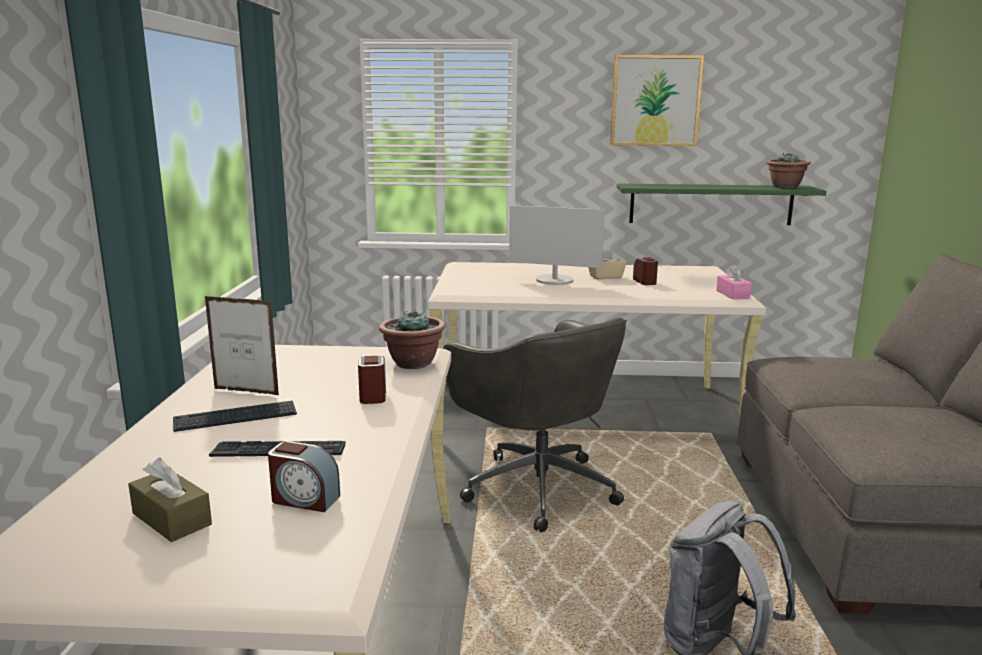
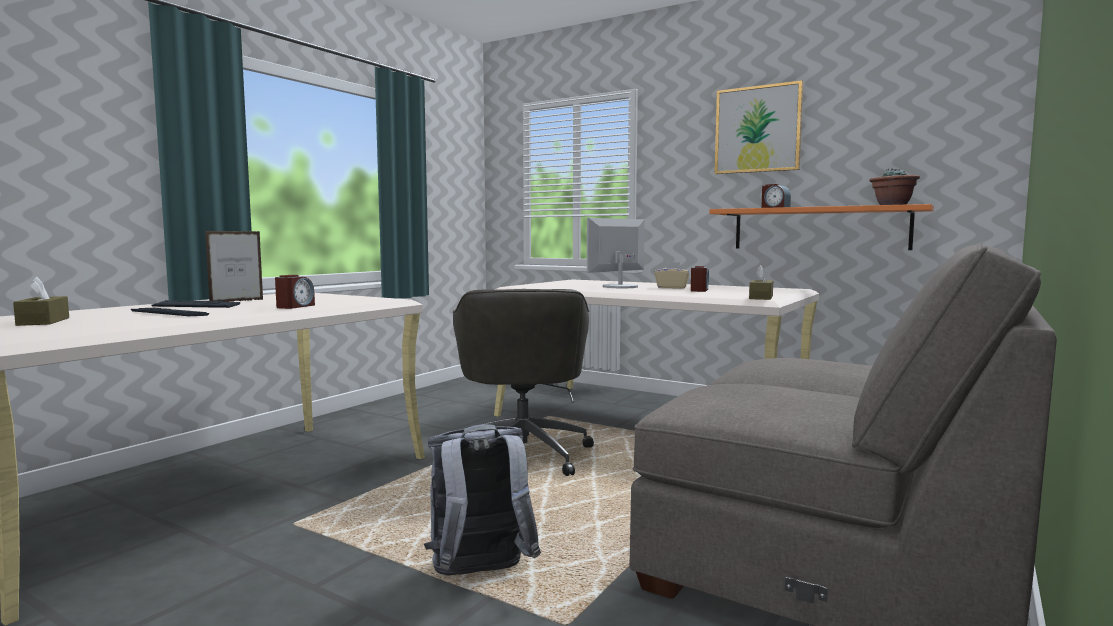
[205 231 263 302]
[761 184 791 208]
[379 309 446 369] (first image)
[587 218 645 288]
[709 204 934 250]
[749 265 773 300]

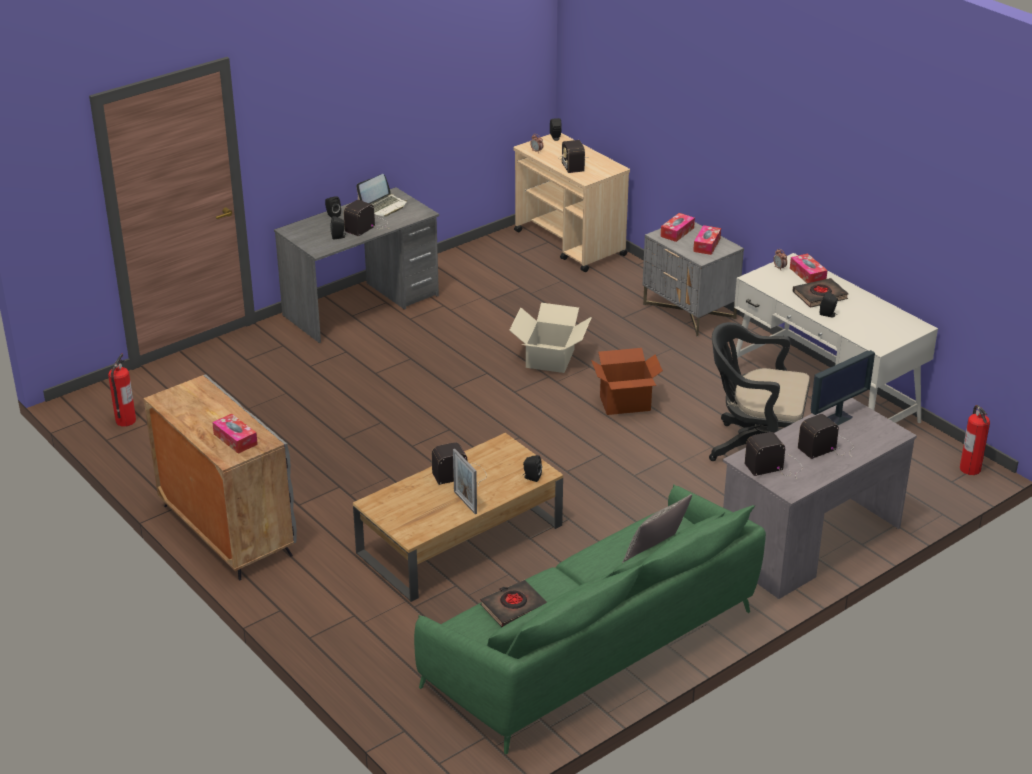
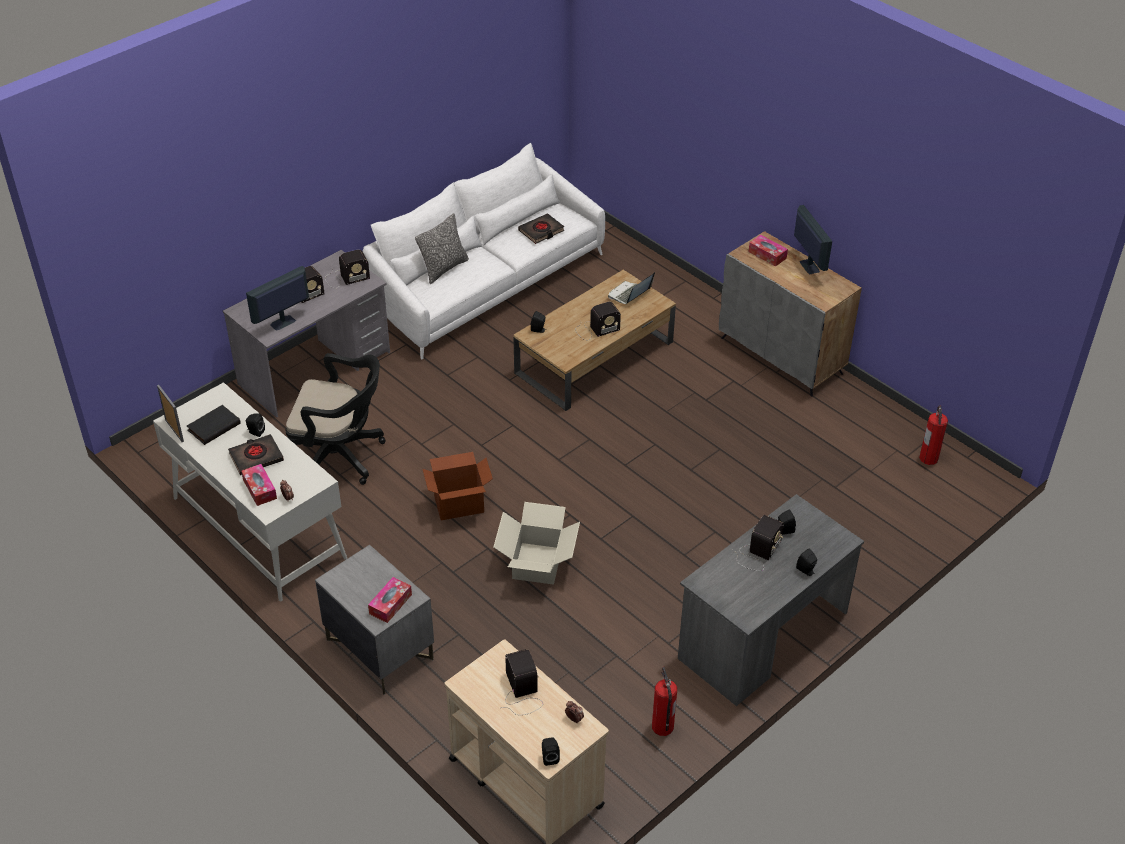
[608 272 655 304]
[363 143 605 359]
[157 385 184 442]
[693 225 721 255] (first image)
[652 667 677 736]
[187 405 241 445]
[794 205 832 274]

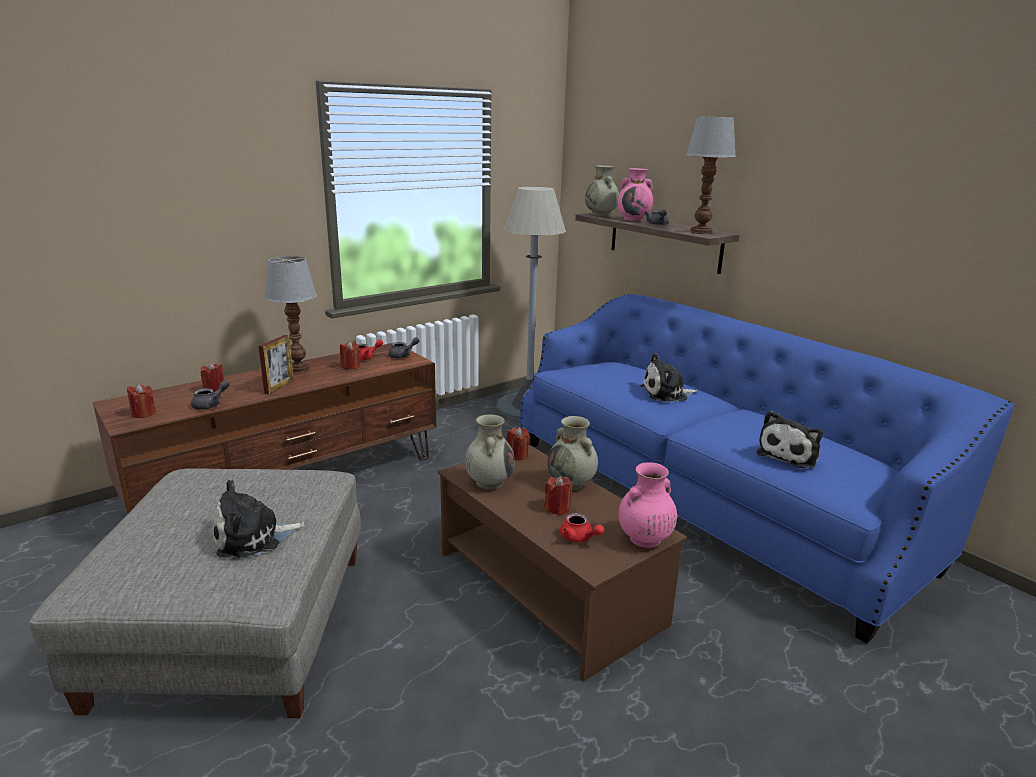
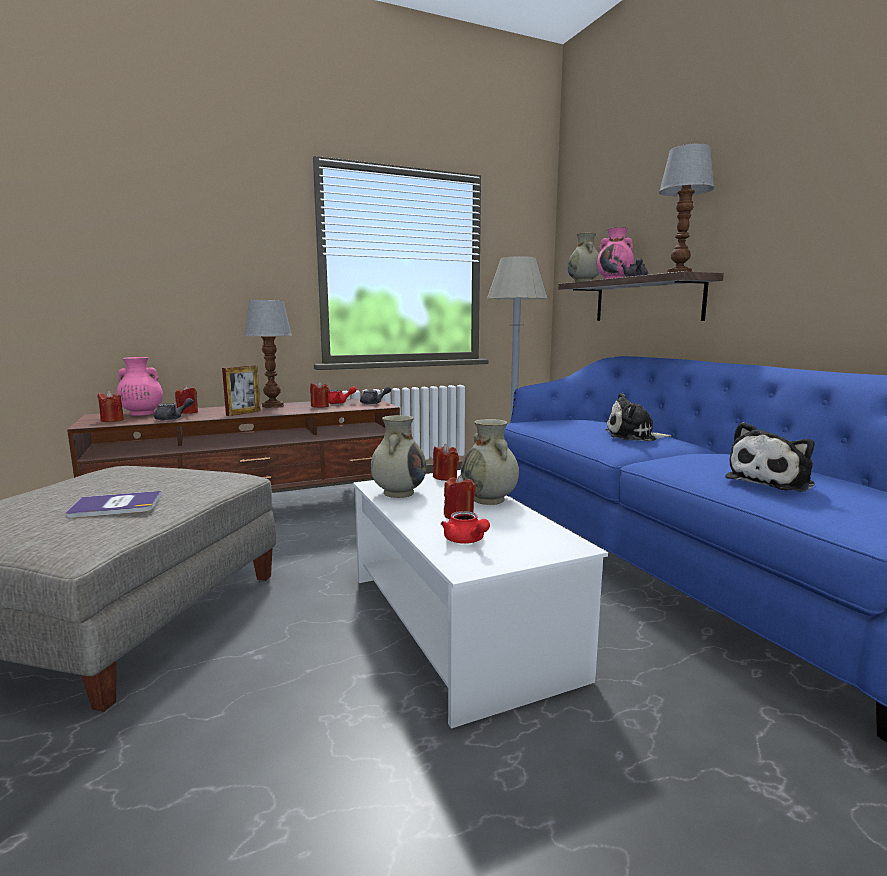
[66 491 161 518]
[353 470 608 729]
[117 357 163 416]

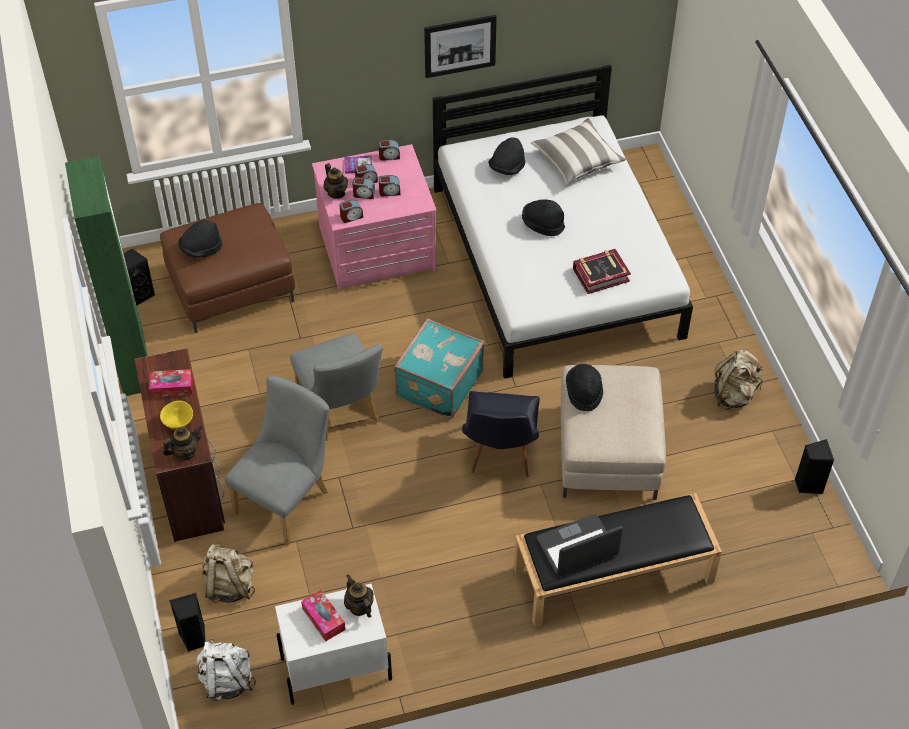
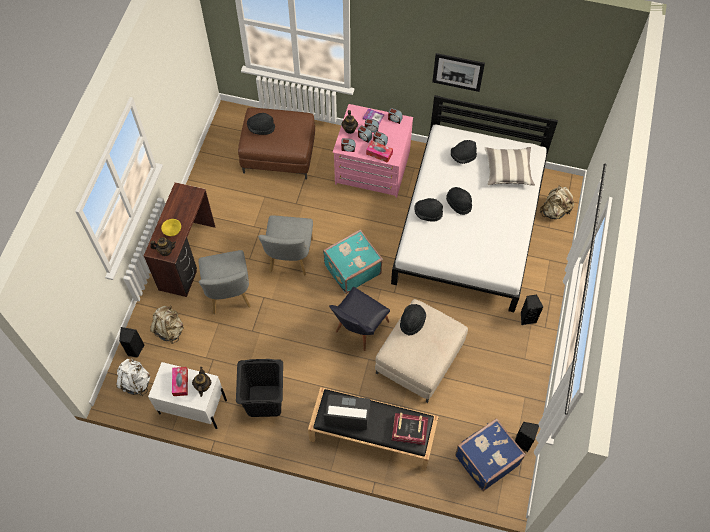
[65 157 148 396] (first image)
[521 294 543 325]
[366 141 393 163]
[199 250 251 314]
[392 413 428 445]
[540 186 575 219]
[236 359 283 417]
[414 198 443 222]
[455 418 526 491]

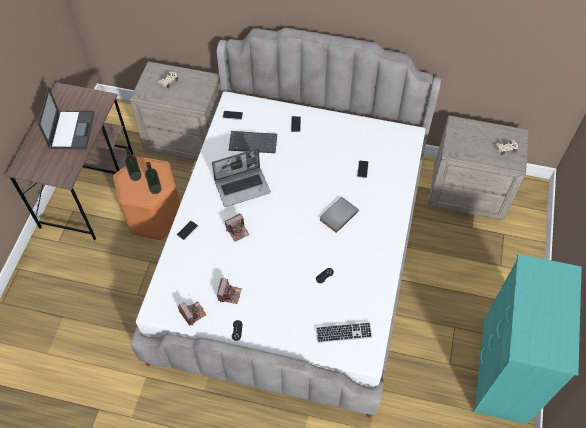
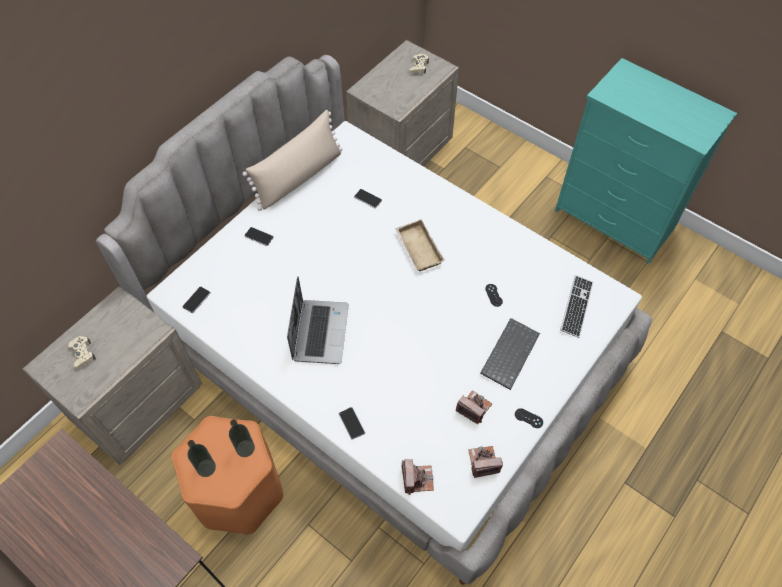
[38 86 94 150] (first image)
[402 459 434 495]
[480 318 540 390]
[395 219 445 271]
[242 110 342 211]

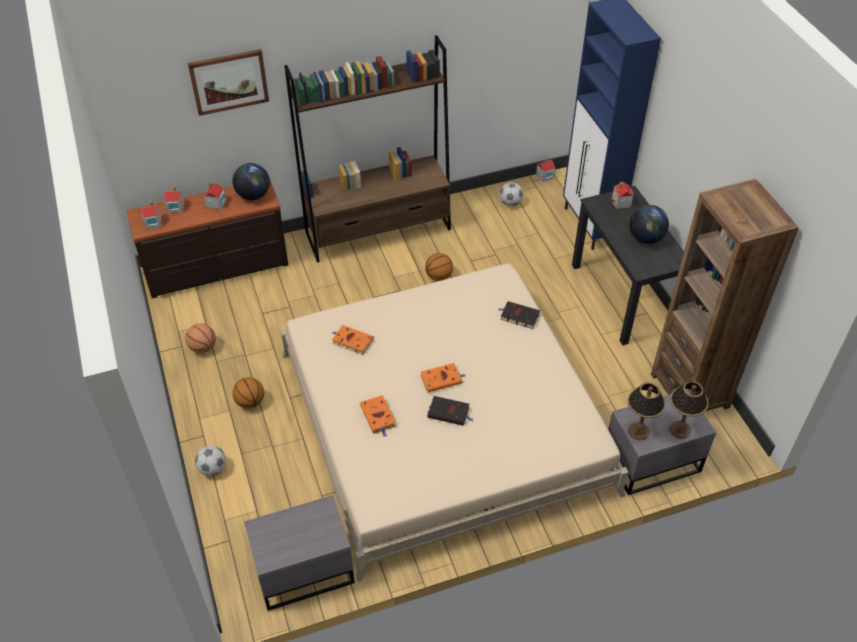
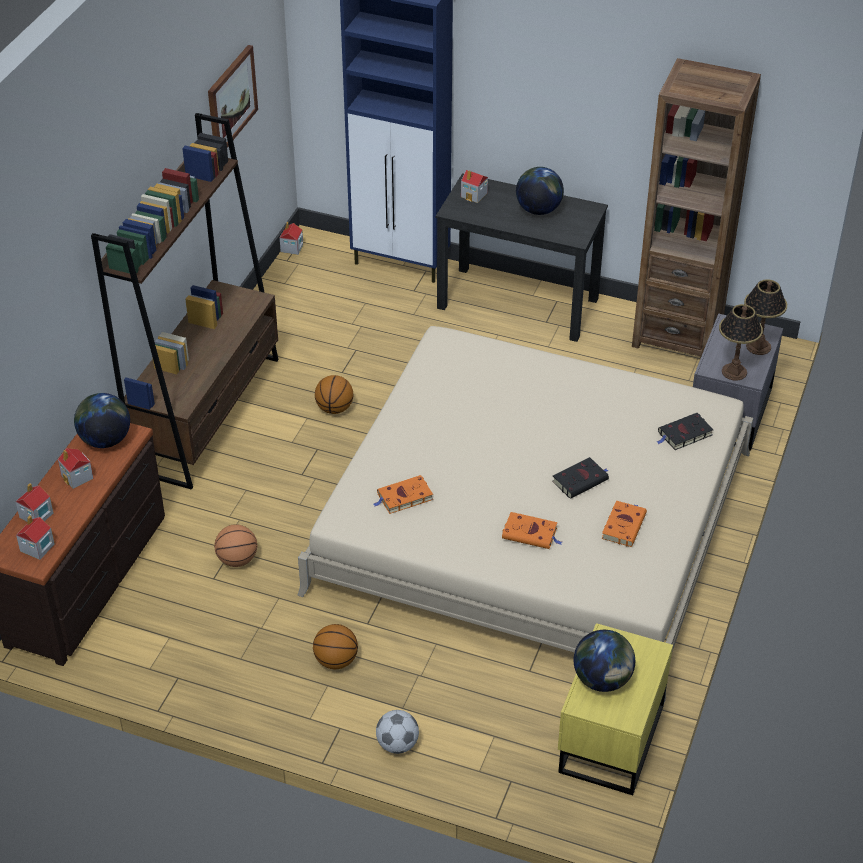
[214 524 257 567]
[208 45 258 147]
[558 623 673 795]
[602 501 647 547]
[657 413 714 450]
[499 182 523 206] (first image)
[574 630 635 692]

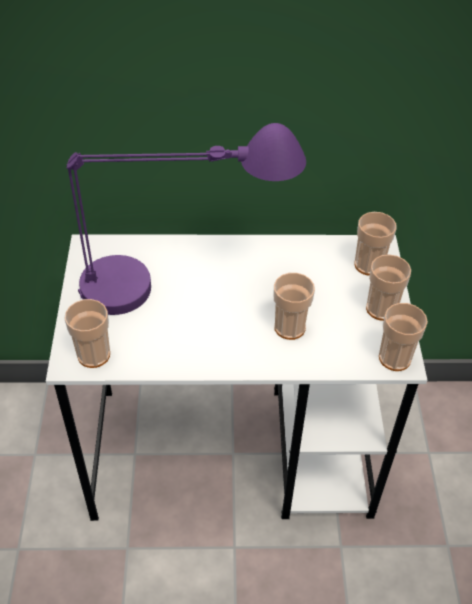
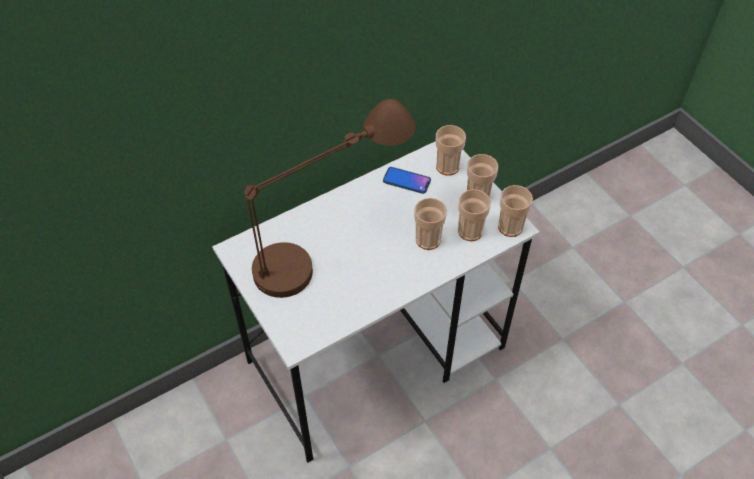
[458 189 491 241]
[245 99 415 298]
[383 167 431 194]

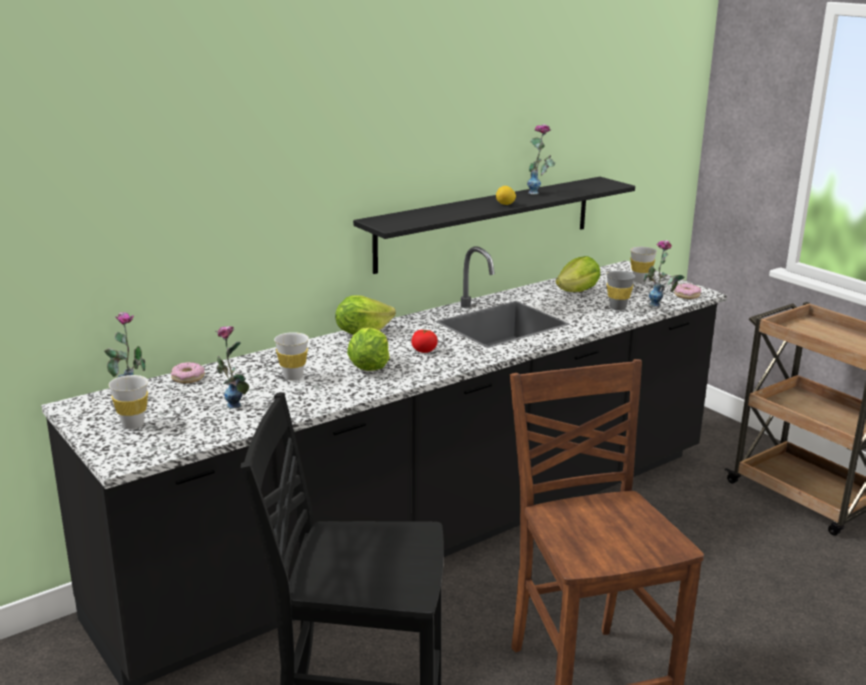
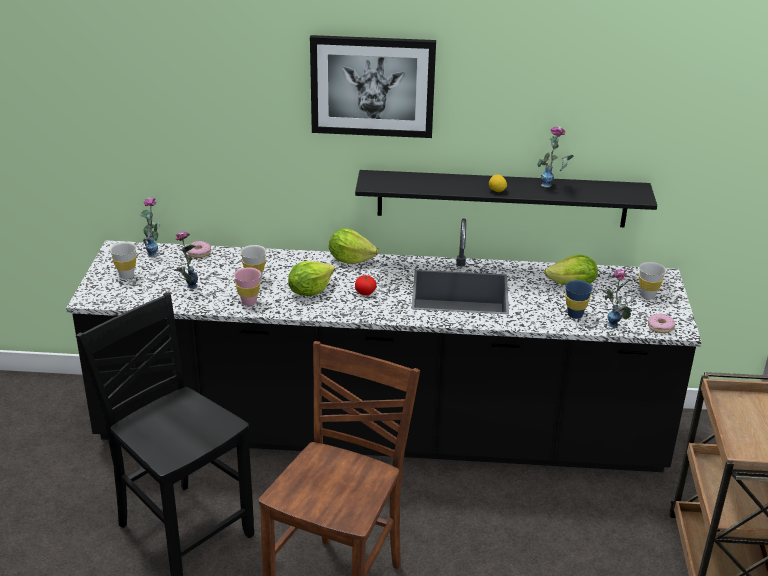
[565 280 593 319]
[234 267 261 306]
[310 35 436 138]

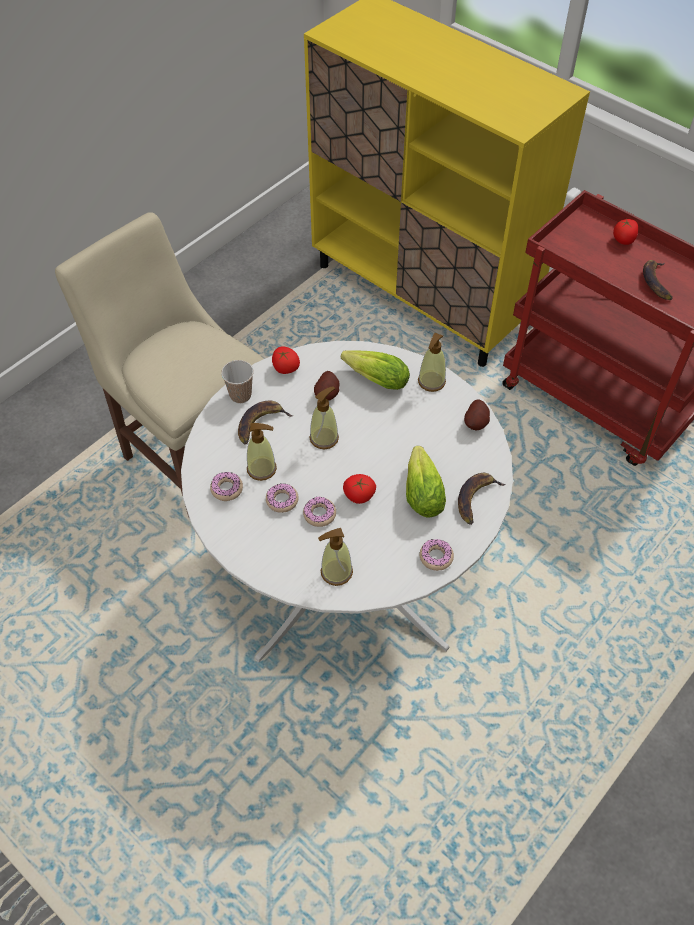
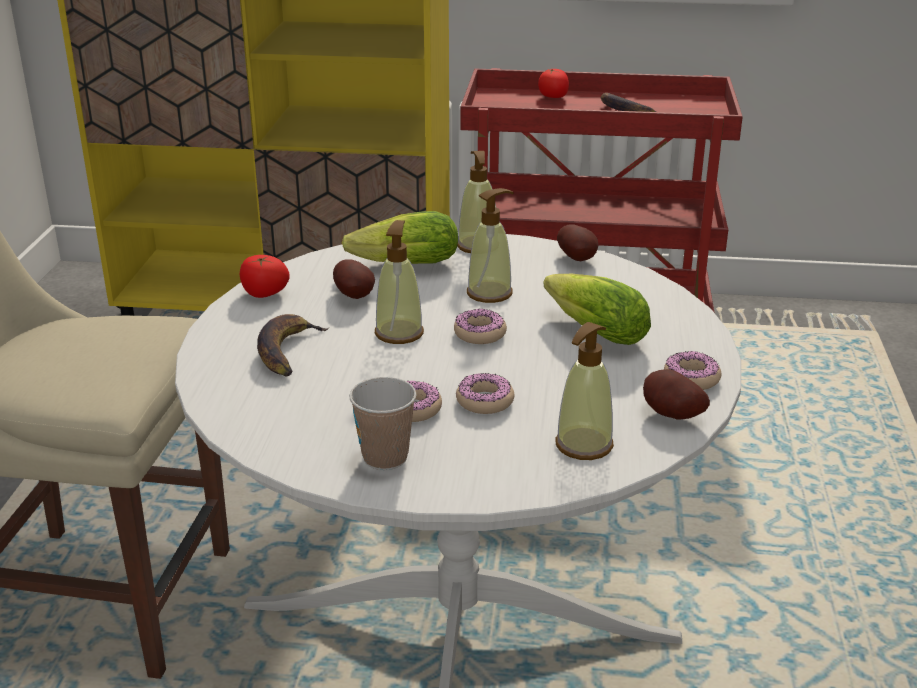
[454 309 507 344]
[349 377 417 470]
[467 188 514 303]
[343 474 376 504] (first image)
[458 473 506 525] (first image)
[643 369 710 420]

